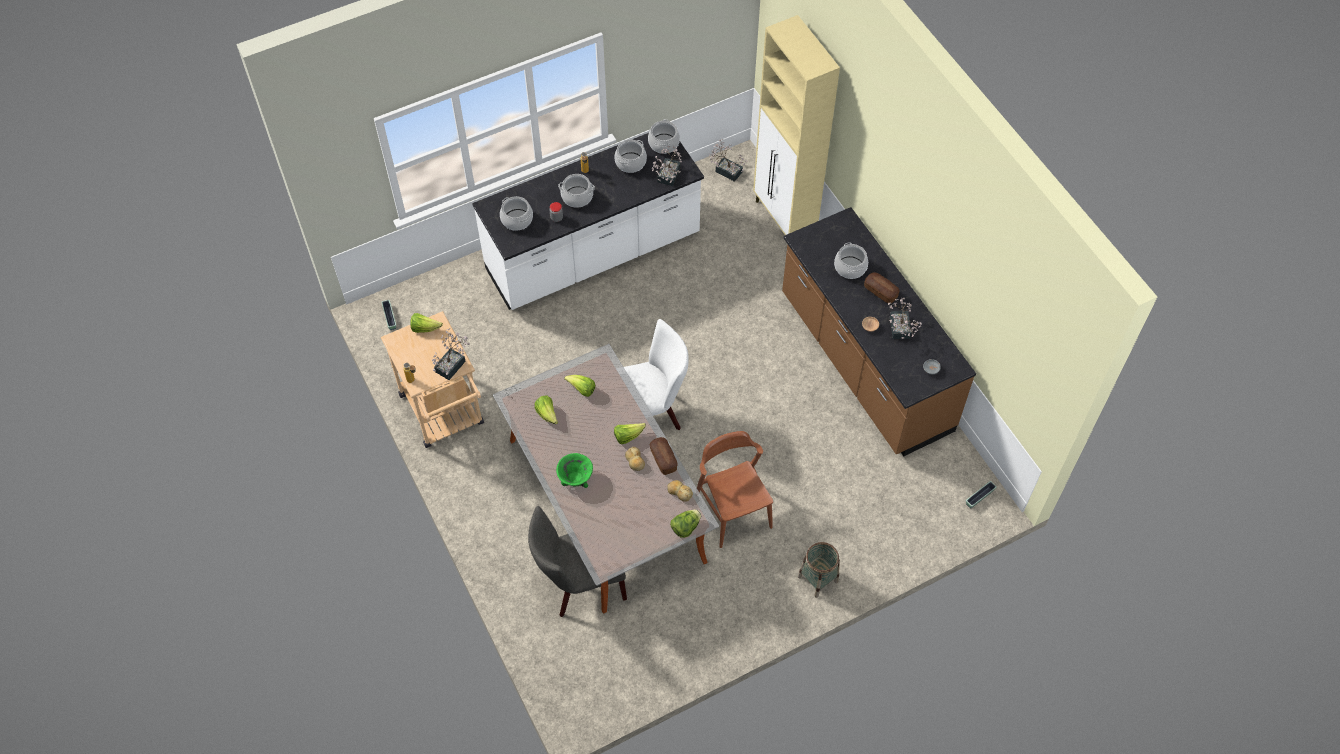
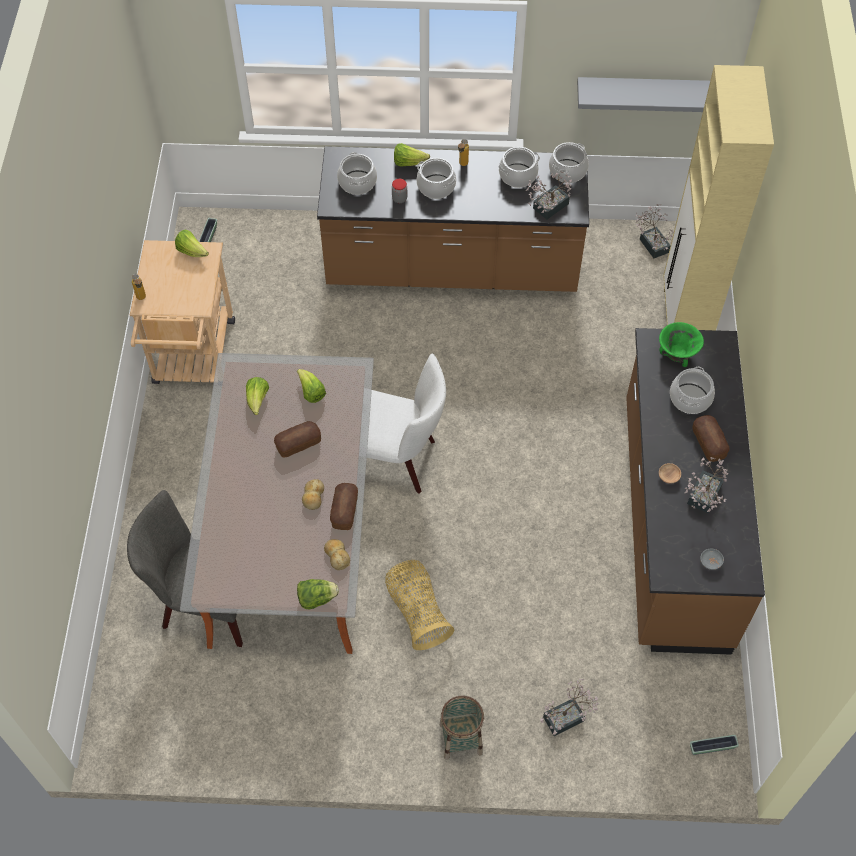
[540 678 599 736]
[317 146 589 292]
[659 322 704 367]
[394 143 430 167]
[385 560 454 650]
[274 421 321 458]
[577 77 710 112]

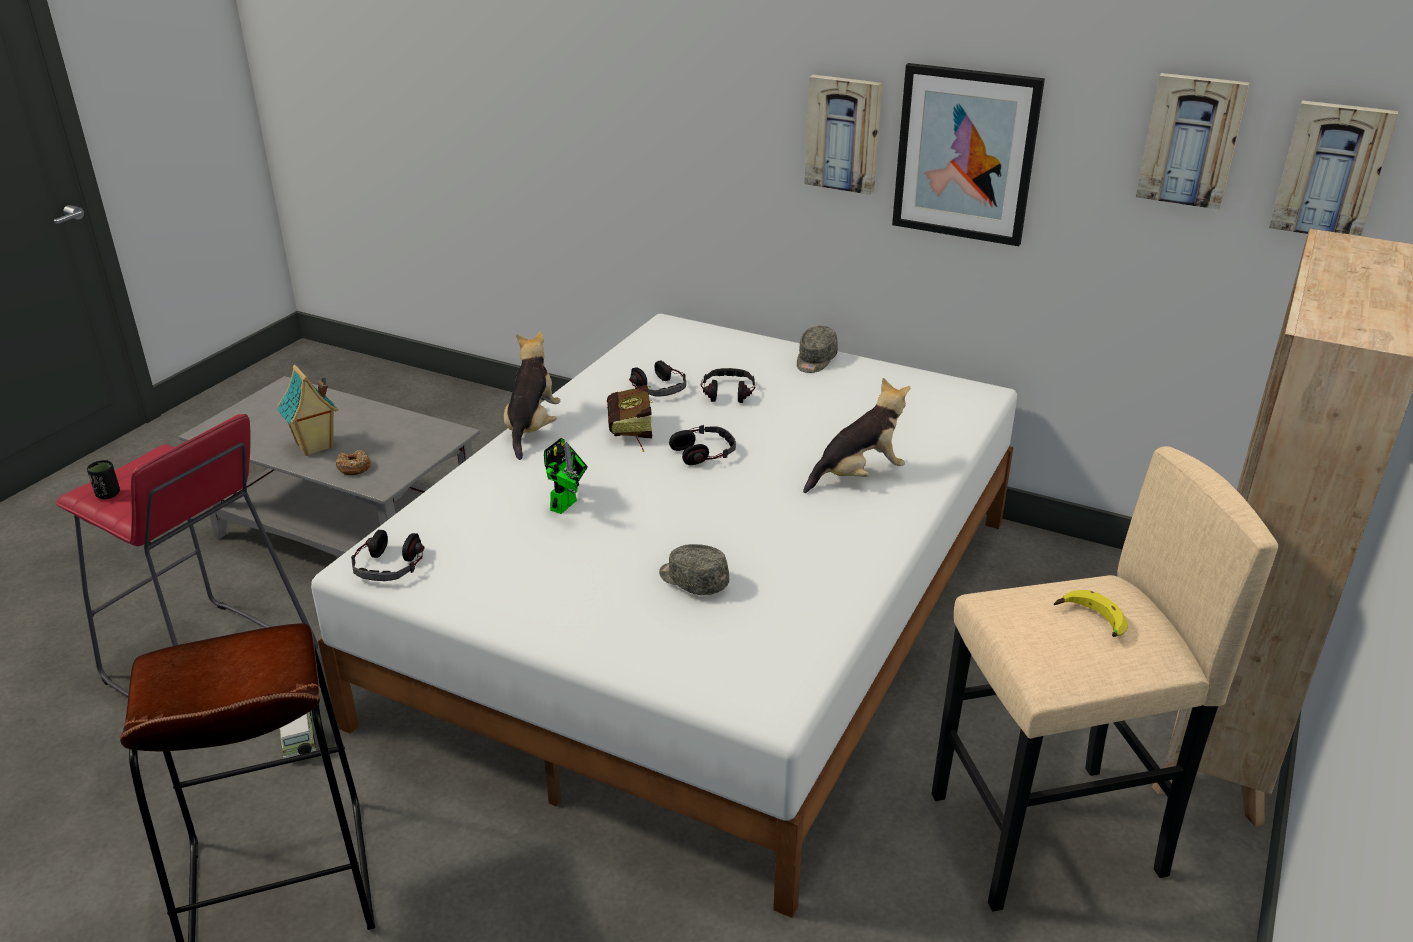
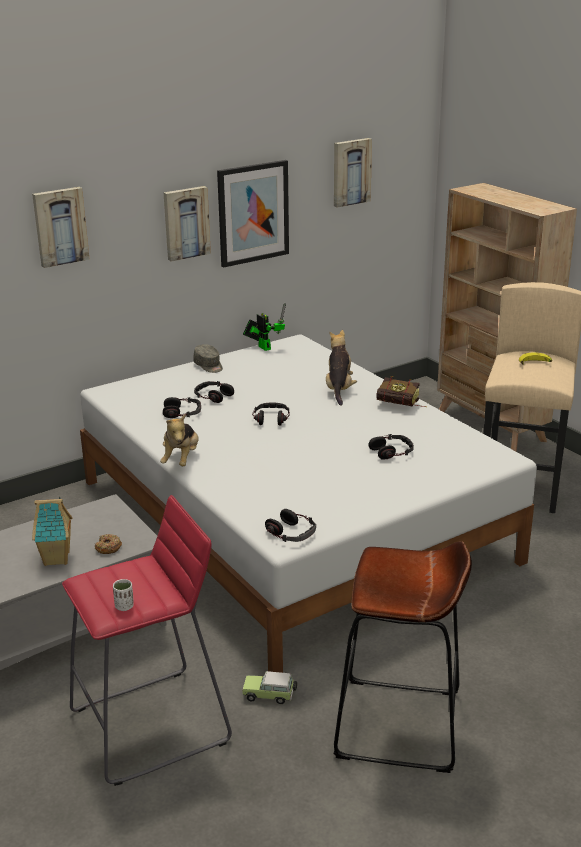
[113 579 134 611]
[160 415 199 466]
[243 303 286 351]
[376 377 427 407]
[368 434 414 460]
[32 187 90 268]

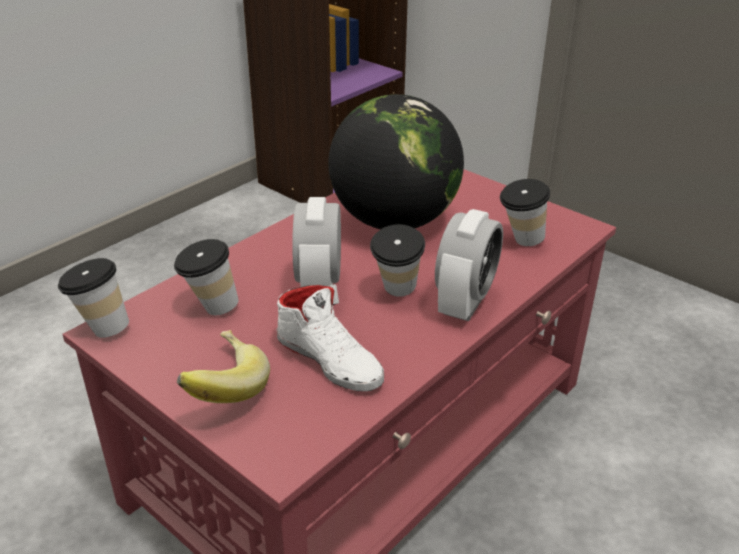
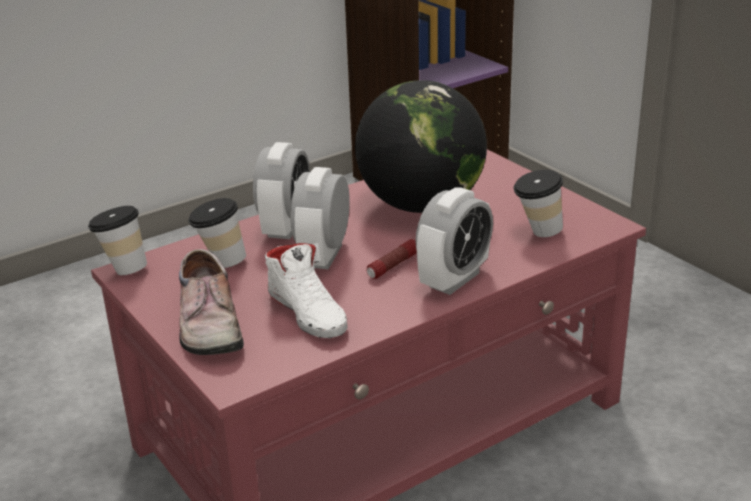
[179 249 244 355]
[367 239 417 279]
[253 142 310 239]

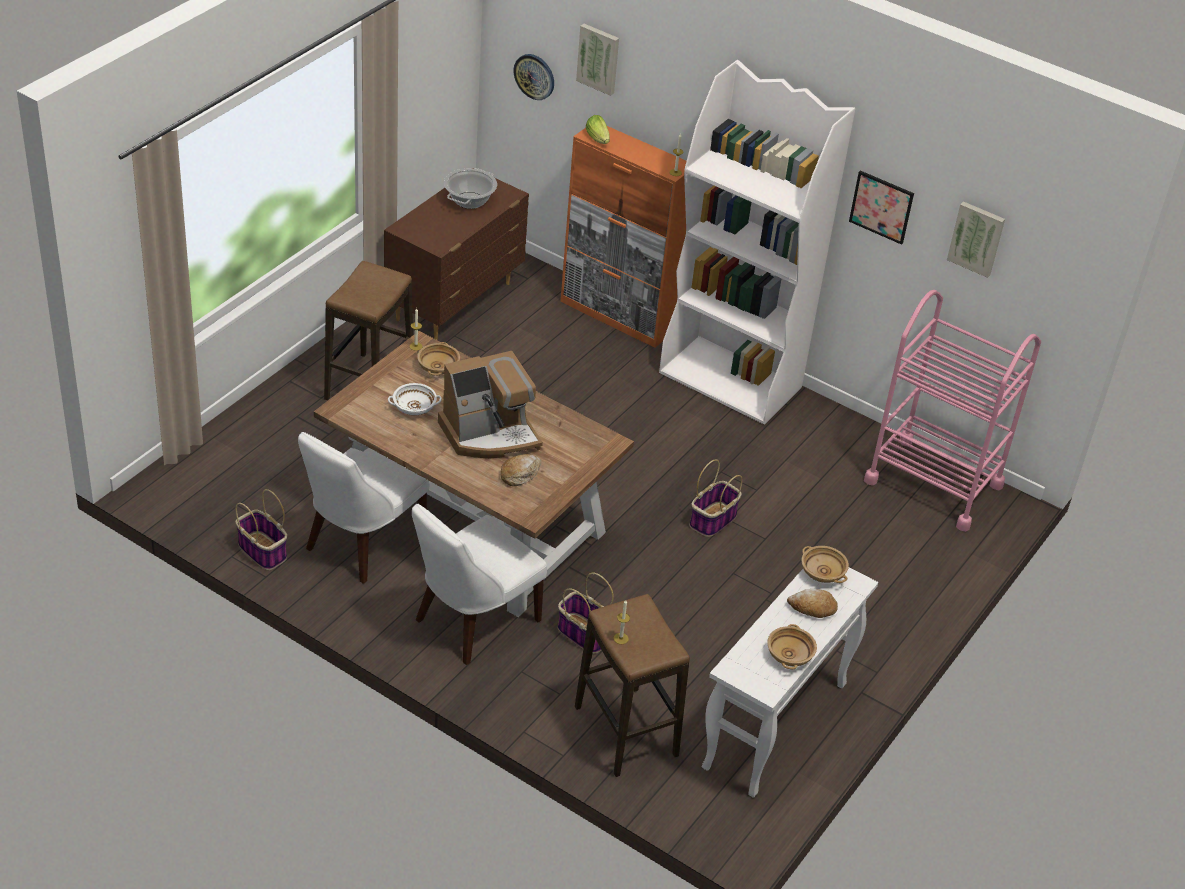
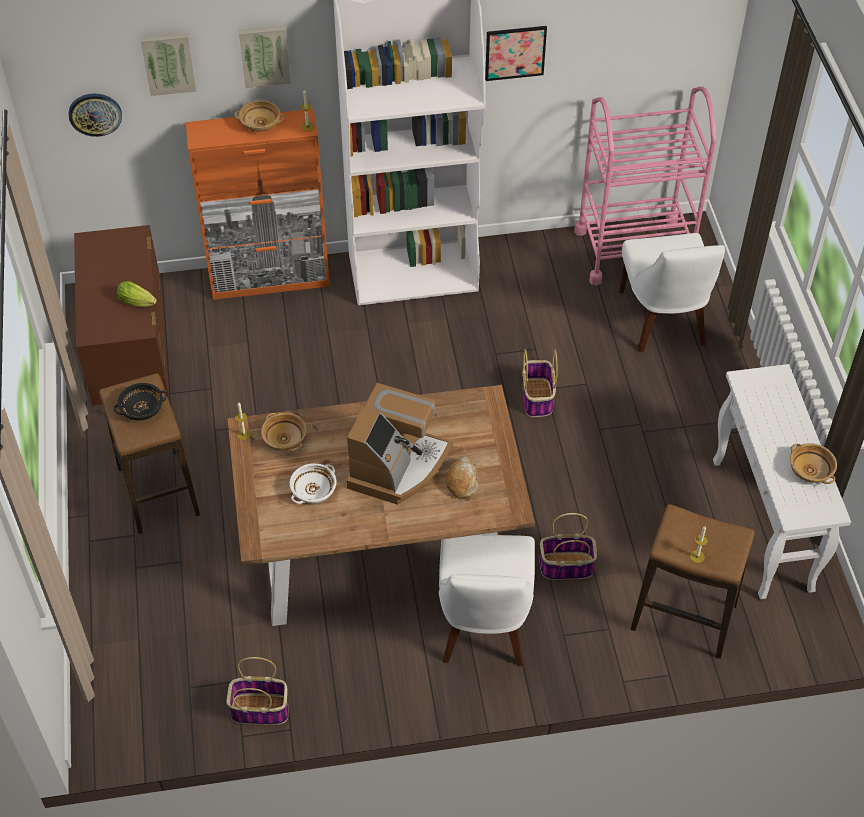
[619 233 725 352]
[444 168 497 209] (first image)
[117 281 157 307]
[787 589 838 618] (first image)
[235 100 285 132]
[239 25 291 88]
[114 383 167 420]

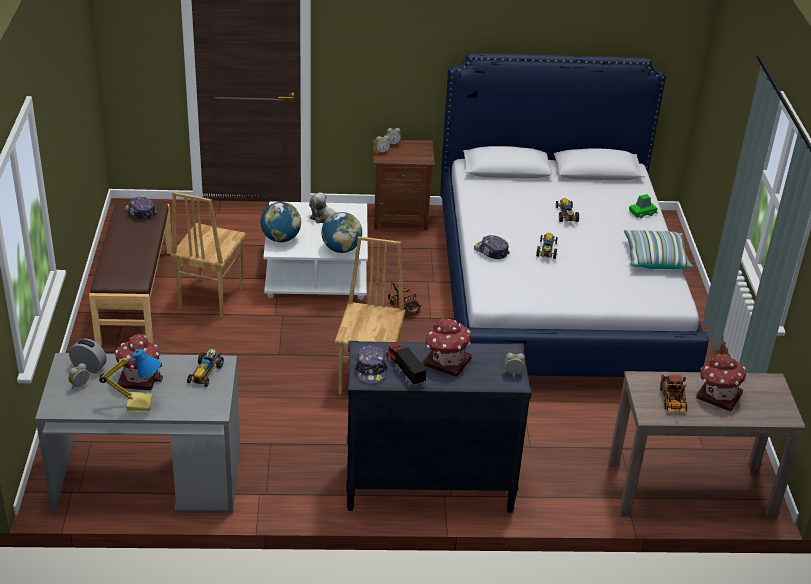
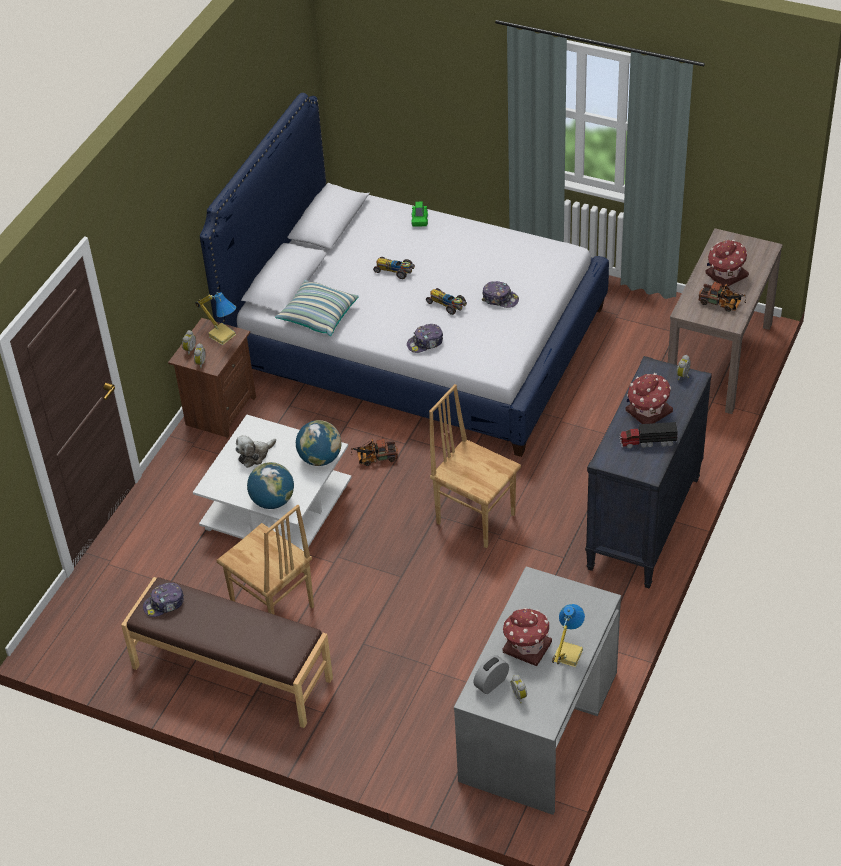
[187 349 224 387] (first image)
[482 281 519 308]
[275 280 359 336]
[195 292 236 345]

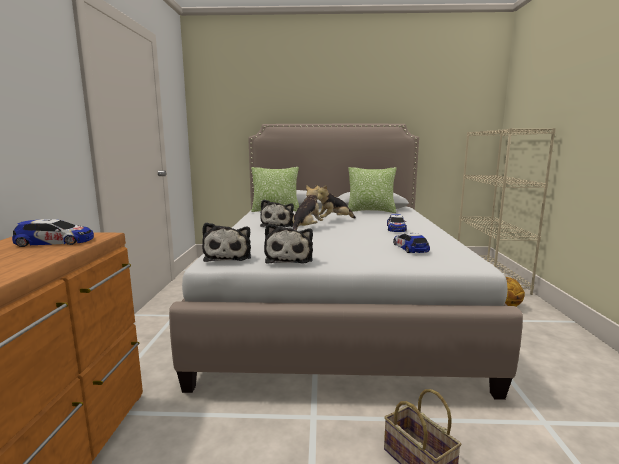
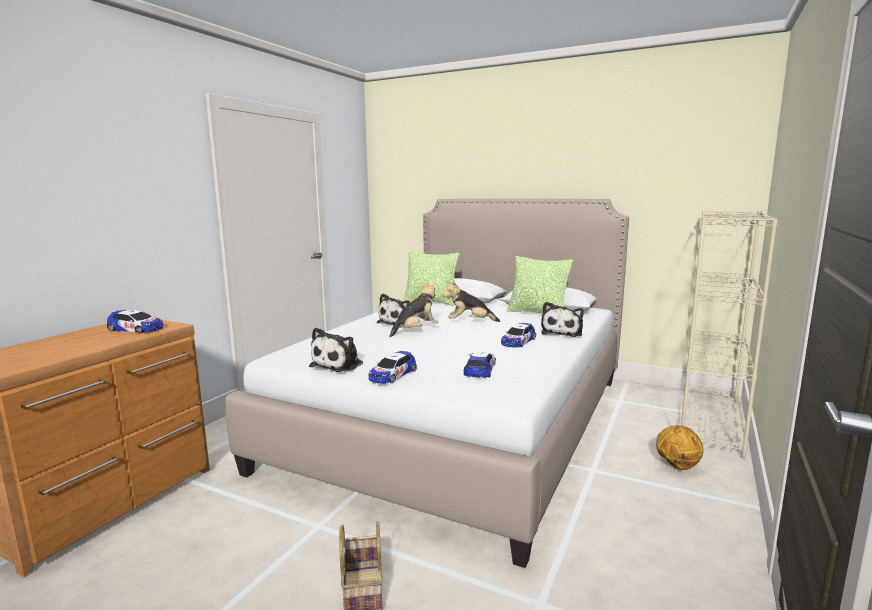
[541 302 584 337]
[369 351 417 384]

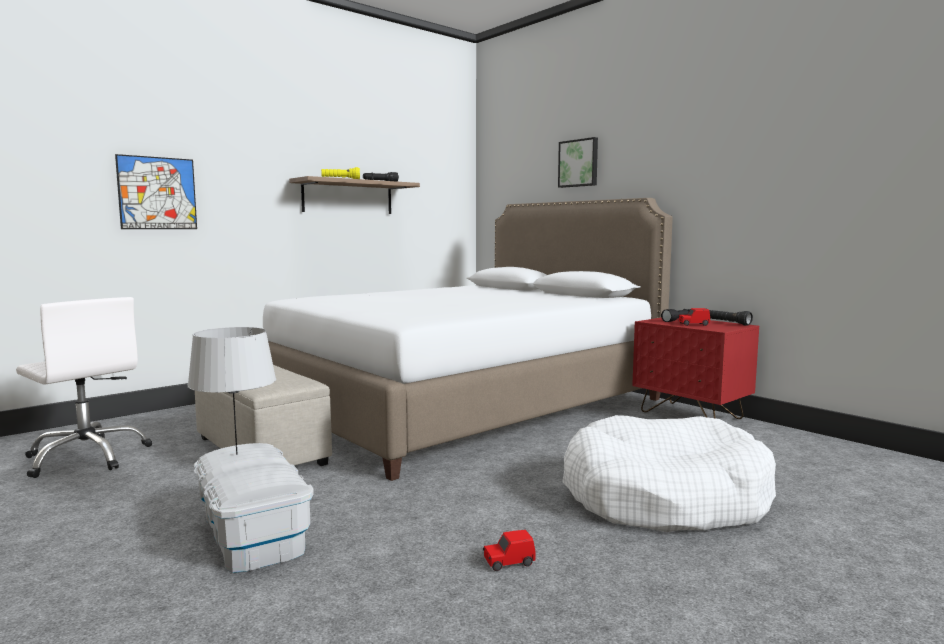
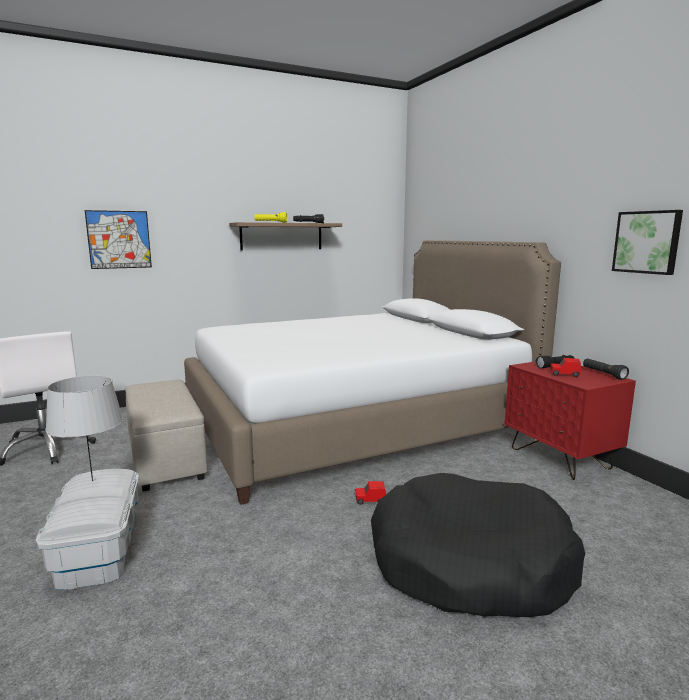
[355 481 386 505]
[612 210 683 275]
[371 473 585 617]

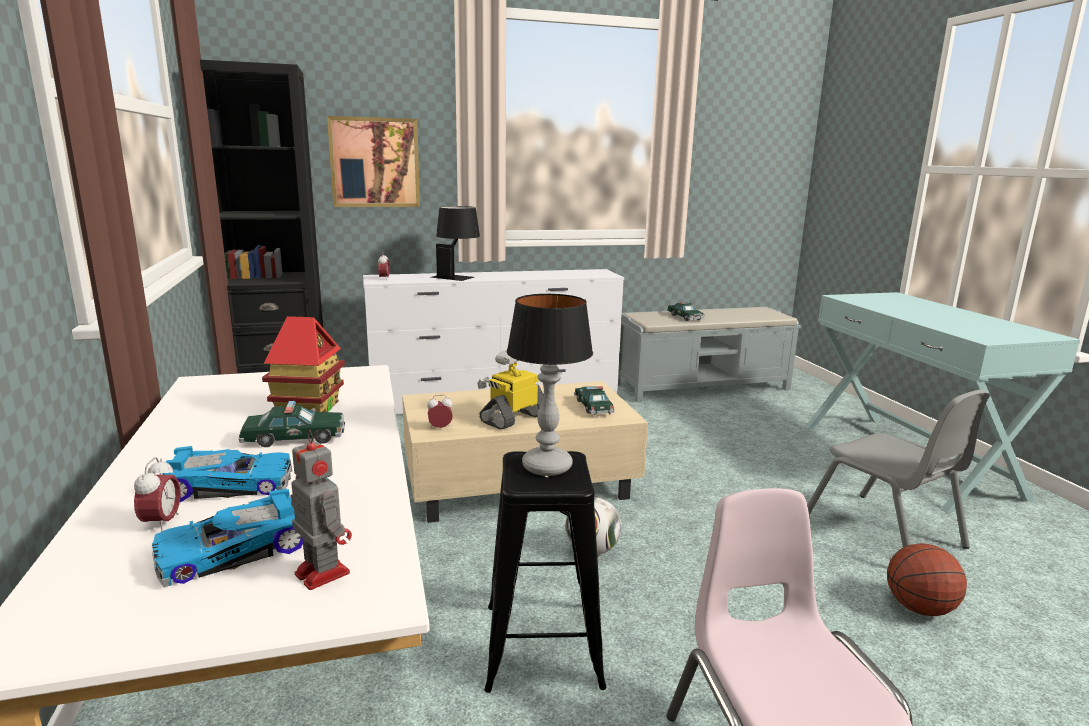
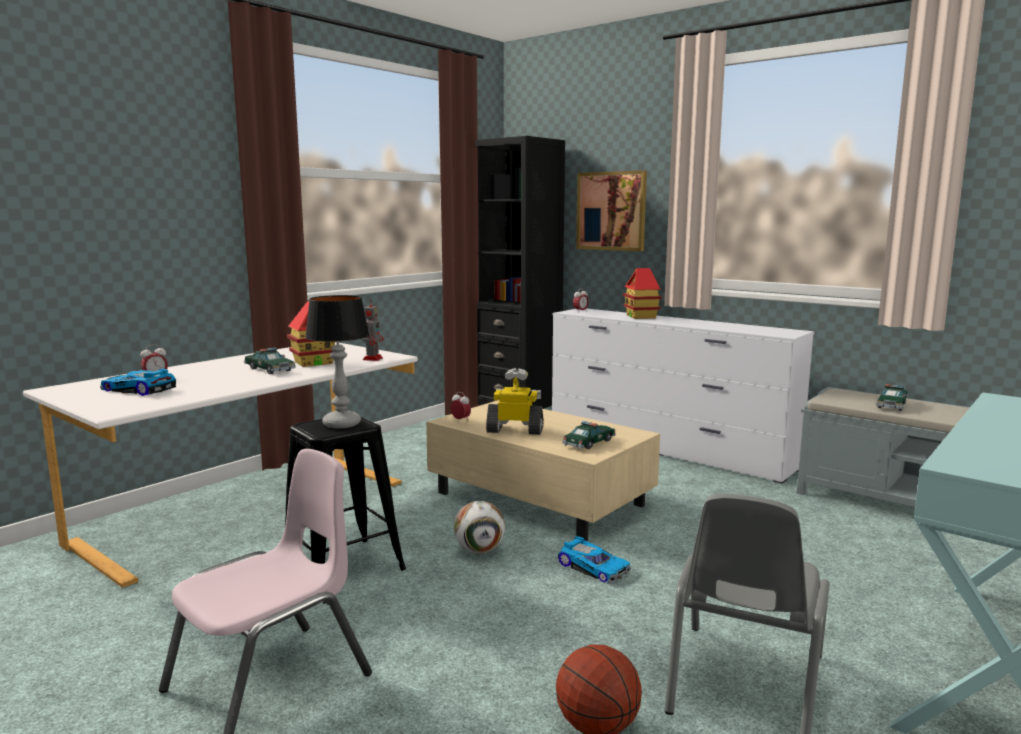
[558 536 631 584]
[363 299 384 361]
[623 268 662 319]

